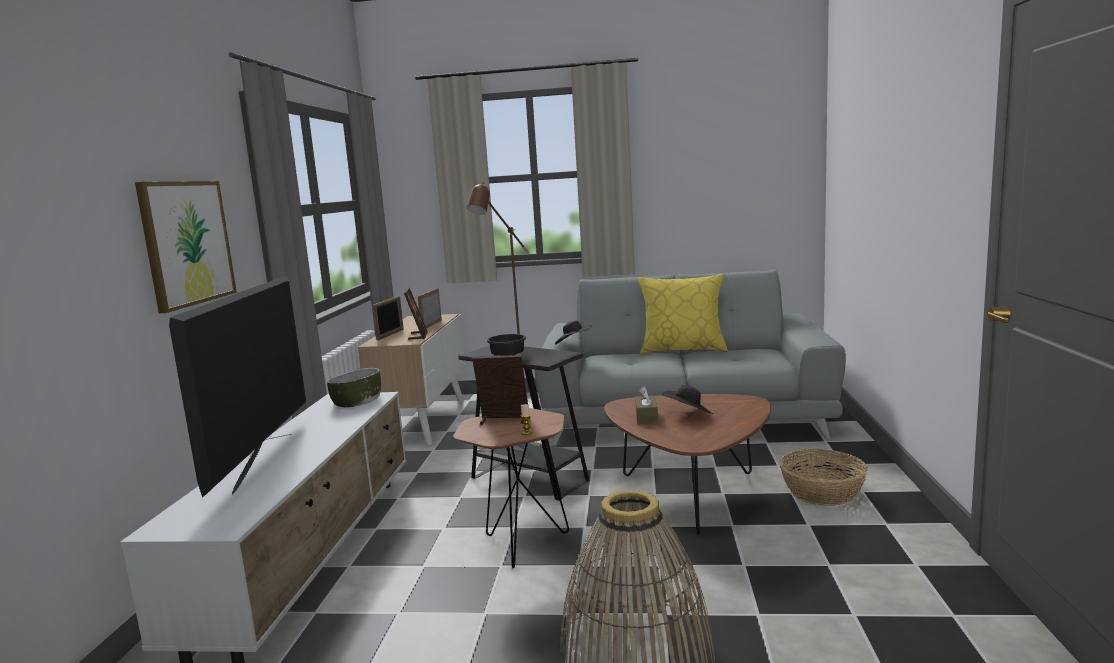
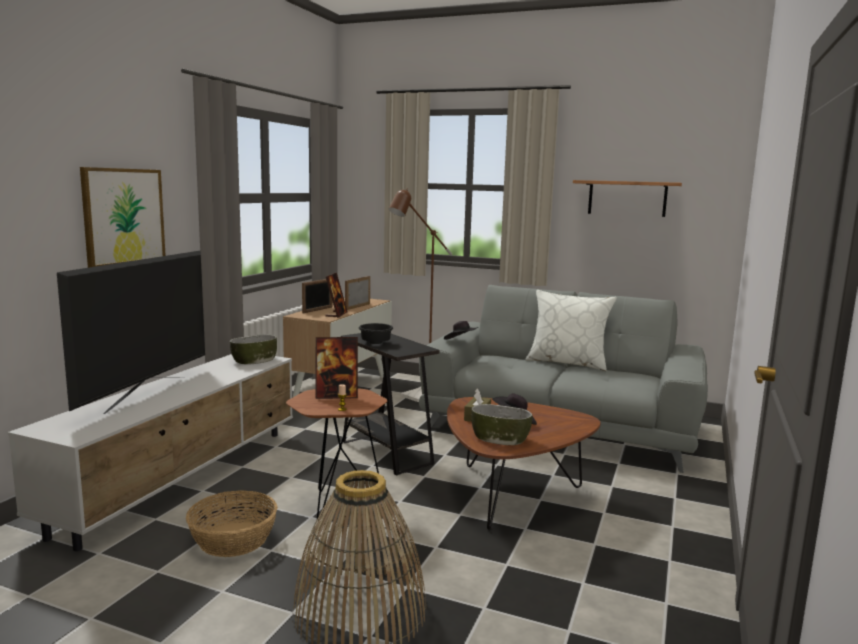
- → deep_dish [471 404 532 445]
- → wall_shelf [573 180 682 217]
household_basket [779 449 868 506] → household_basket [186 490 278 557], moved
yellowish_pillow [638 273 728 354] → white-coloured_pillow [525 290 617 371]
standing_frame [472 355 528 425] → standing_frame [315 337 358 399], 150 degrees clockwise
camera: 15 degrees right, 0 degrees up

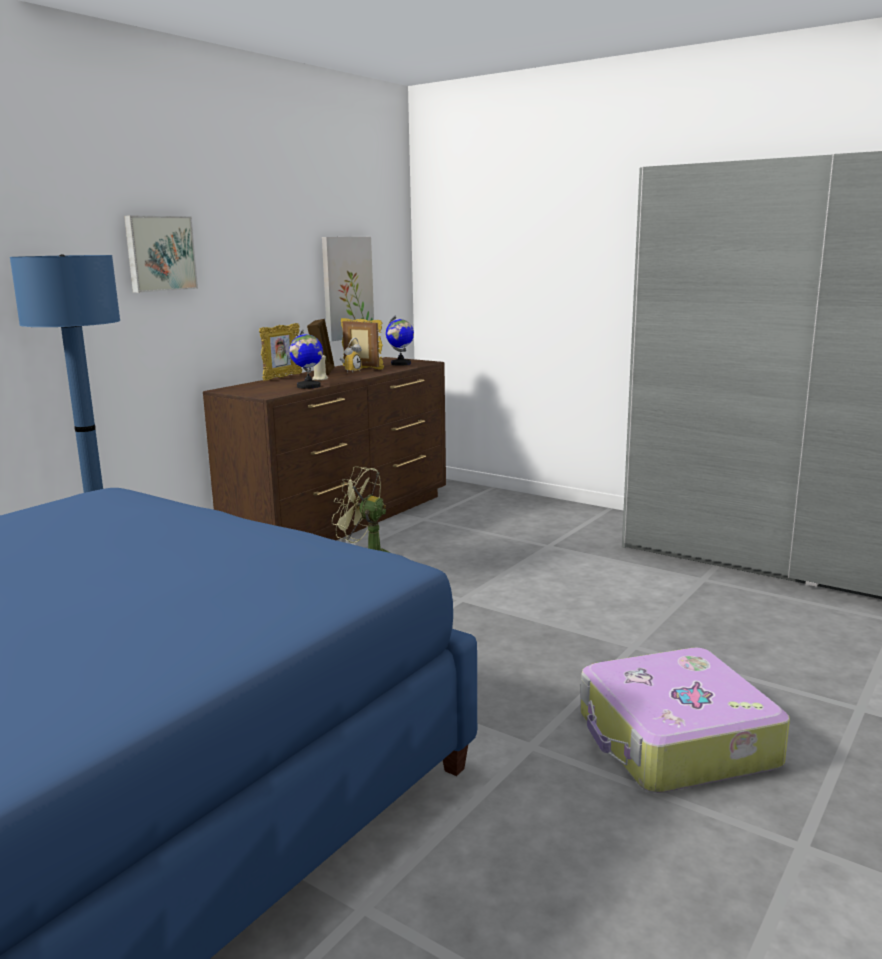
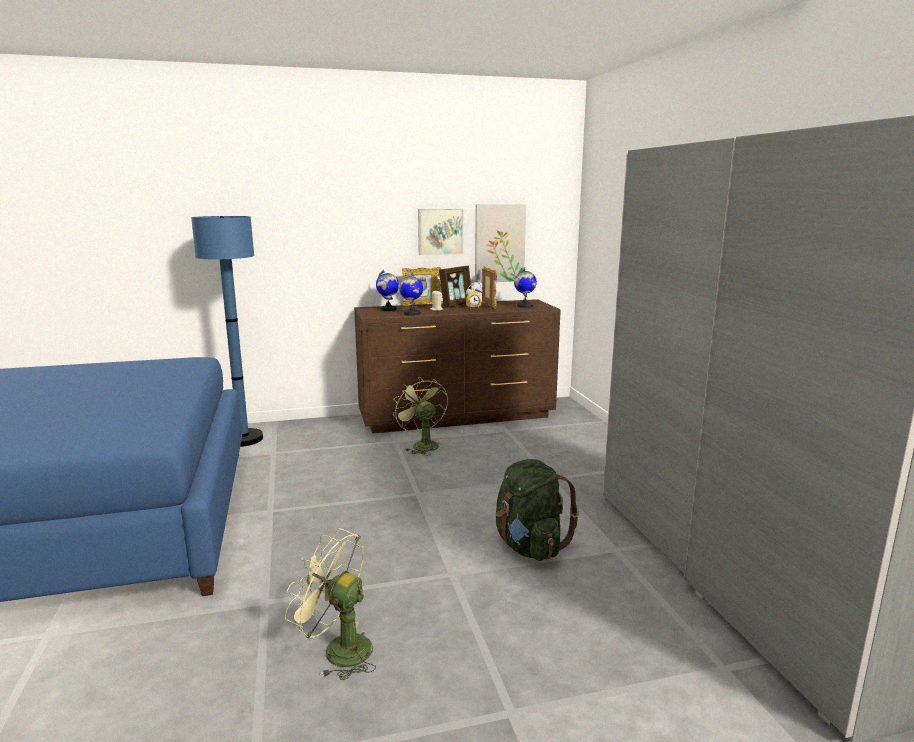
- → world_globe [376 270 399 311]
- → green_rucksack [496 459 579 561]
picture [124 215 198 293] → picture [418 209 463 255], moved
travel_case [580 648 790 793] → green_fan [285 528 376 680]
camera: 40 degrees right, 0 degrees up

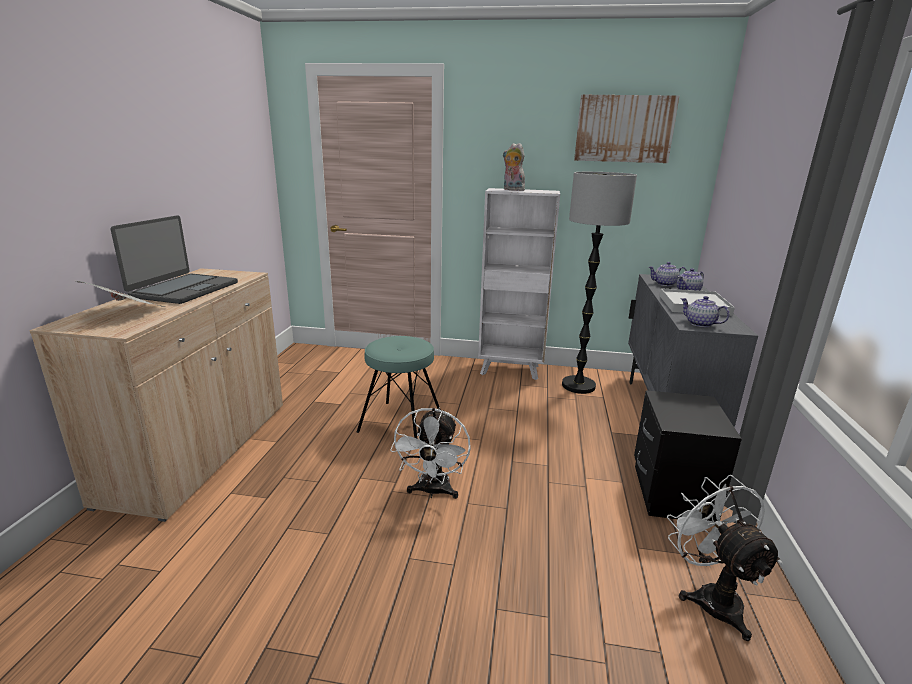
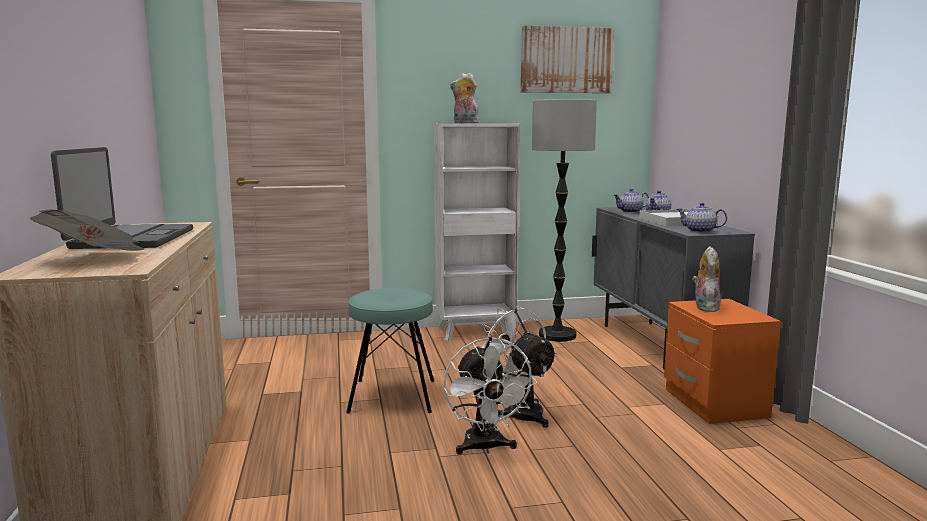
- → plush_toy [692 246 721 312]
white-coloured_fan [667 475 783 641] → white-coloured_fan [476 306 558 428], moved
black-coloured_bedside_table [634 390 742 522] → orangey_bedside_table [664 299 781 424]
camera: 20 degrees left, 10 degrees down

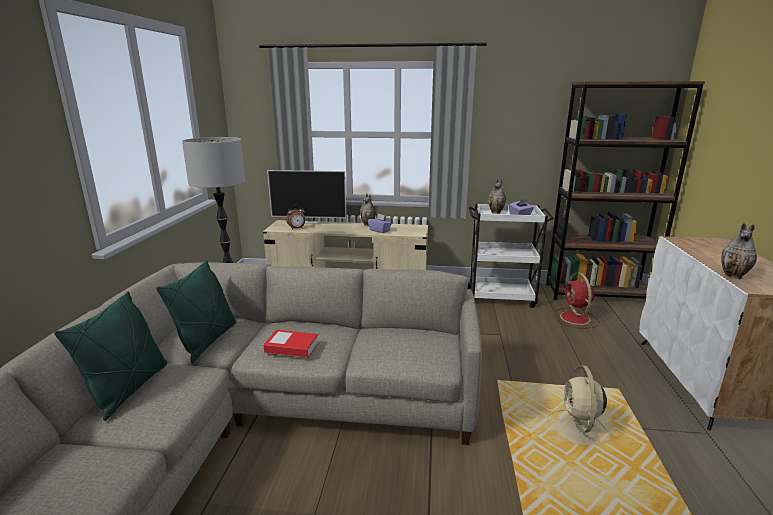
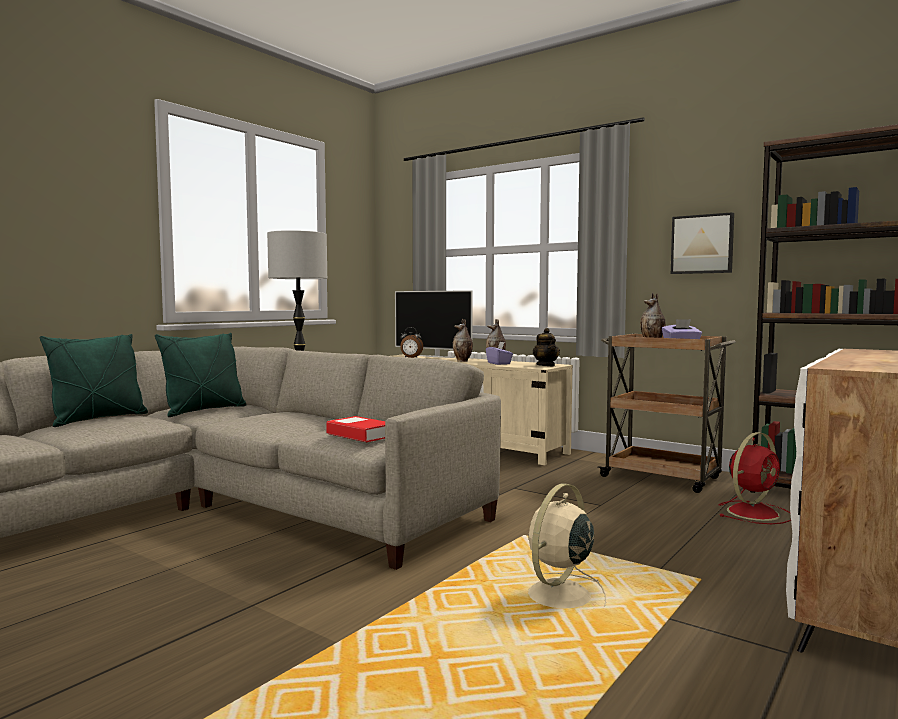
- → teapot [533 328 560 366]
- → picture [671 212 734 274]
volume [263 330 318 358] → volume [326 416 385 442], moved
decorative_vase [721 223 757 279] → decorative_vase [453 319 473 362], moved
white-coloured_wheeled_cart [467 204 554 308] → brown_wheeled_cart [598 334 736 493]
reddish_fan [553 273 600 329] → reddish_fan [718 432 791 524], 150 degrees counterclockwise
camera: 30 degrees right, 15 degrees down

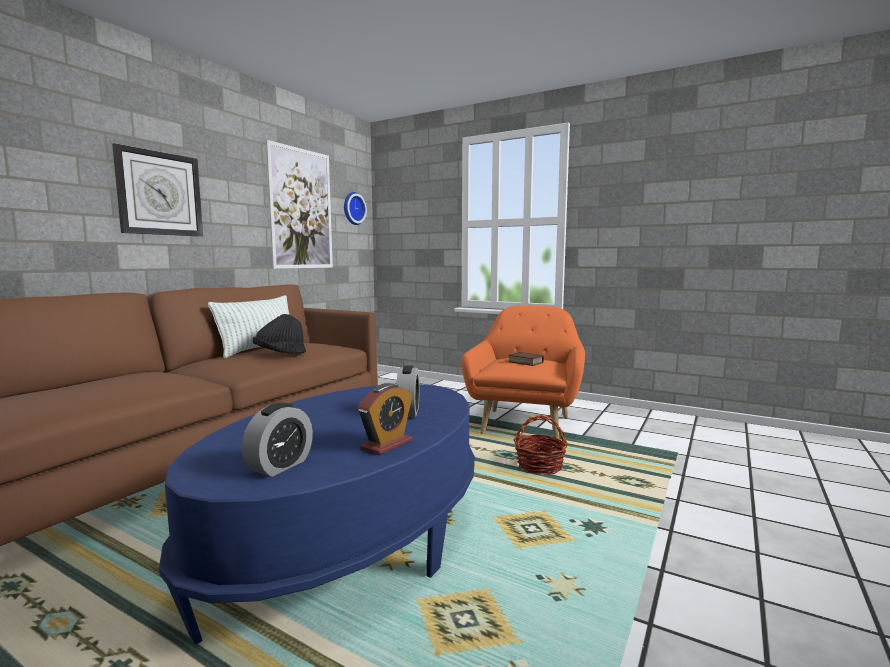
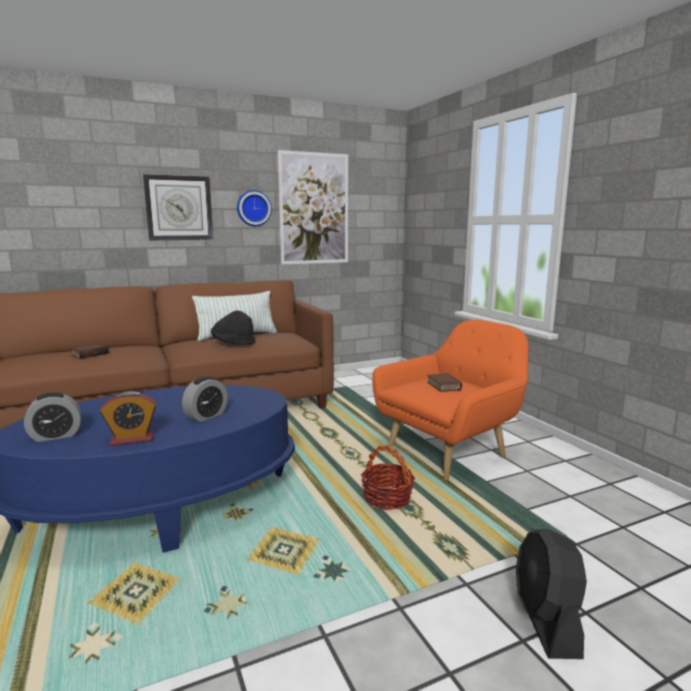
- → volume [70 344 109 359]
- → black-coloured_fan [516 529 587 659]
wall_clock [344 192 367 225] → wall_clock [237 190 272 227], moved
camera: 35 degrees right, 5 degrees up

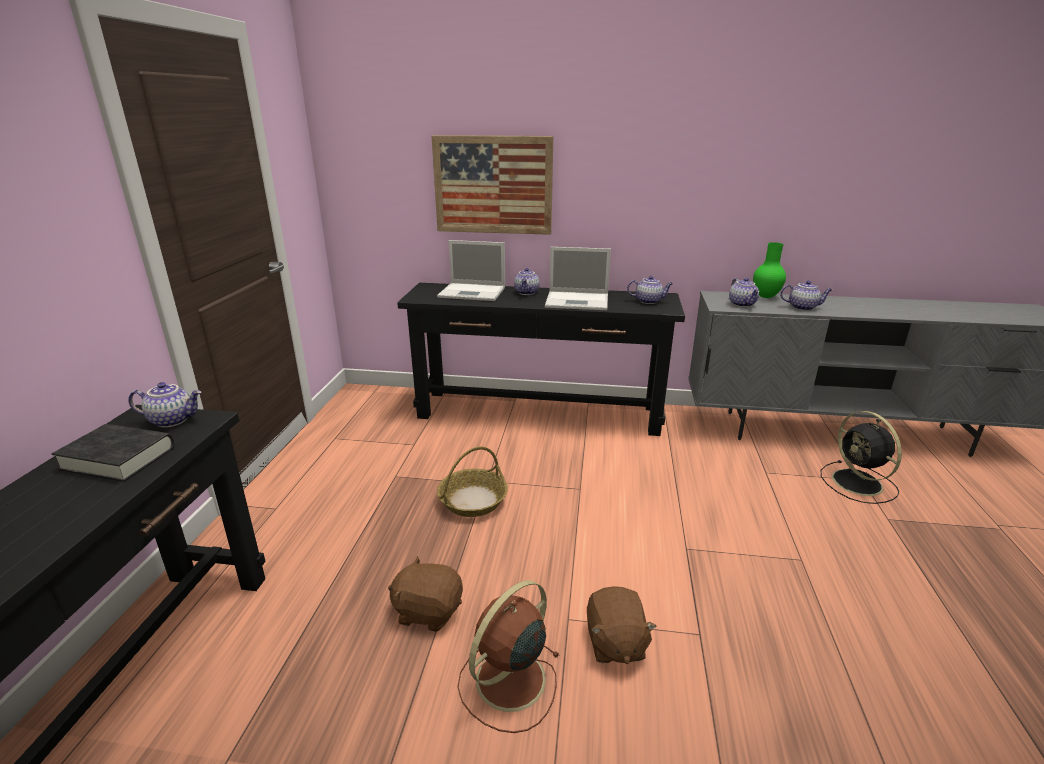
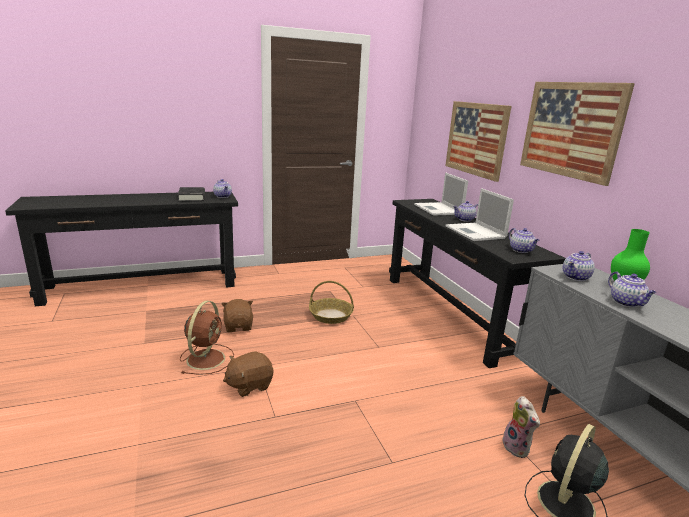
- → plush_toy [499 396 540 458]
- → picture [520 82 635 186]
brown_fan [457 580 560 733] → brown_fan [180 301 234 375], 90 degrees clockwise
camera: 60 degrees right, 5 degrees down

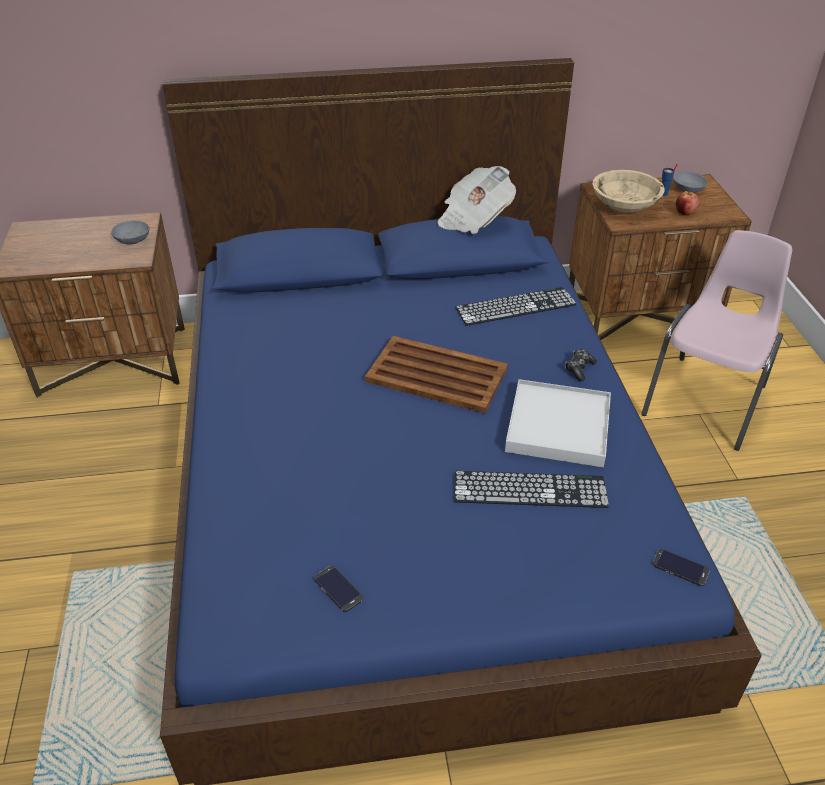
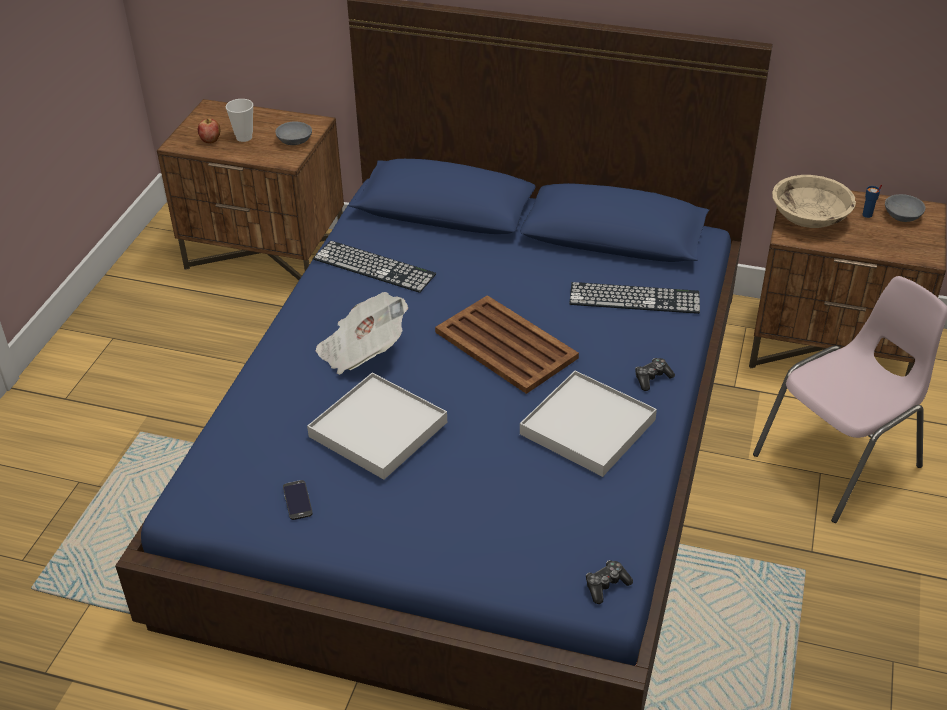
- → drinking_cup [226 99 253 142]
- → white-coloured_carrying_tray [307 373 447 480]
newspaper [437 166 516 234] → newspaper [316 292 408 375], moved
computer_keyboard [454 471 609 508] → computer_keyboard [313 241 436 293], moved
apple_fruit [676 191 699 215] → apple_fruit [198 119 221 143], moved
phone [653 549 710 586] → game_controller [586 560 633 604]
camera: 25 degrees right, 0 degrees up

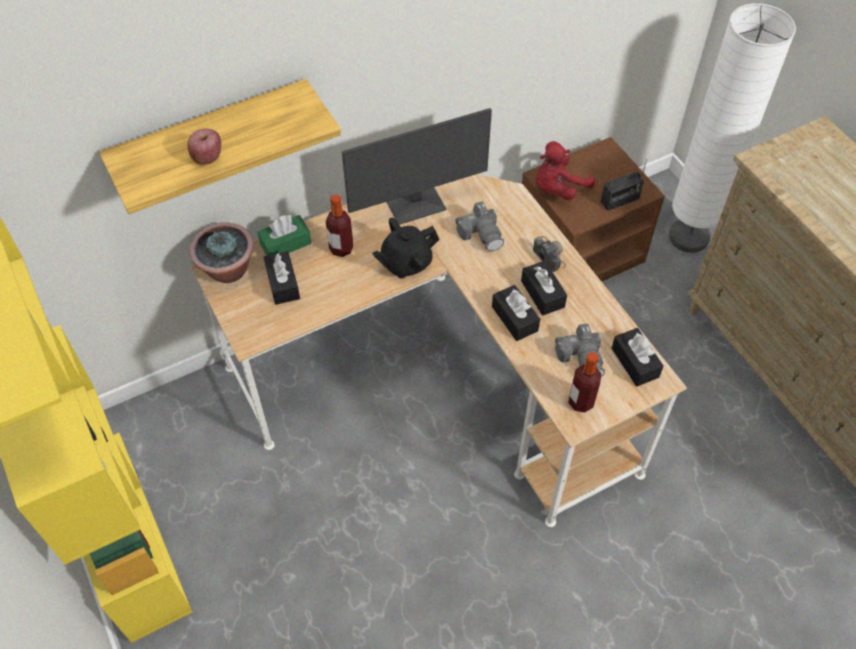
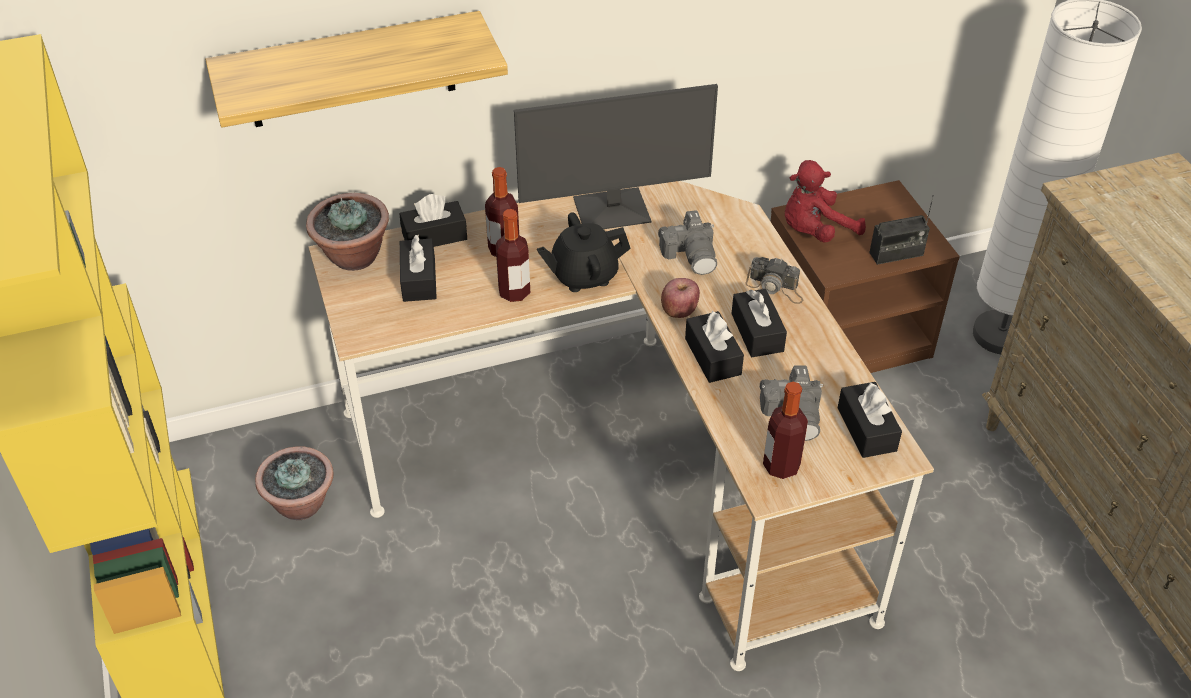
- → plant_in_a_pot [255 446 334 520]
- → beverage_bottle [496 209 530 302]
apple_fruit [187 129 221 165] → apple_fruit [661 278 700 318], moved
green_tissue_box [257 215 311 256] → black-coloured_tissue_box [399 194 467 247]
photo_camera [533 236 566 272] → photo_camera [746 257 803 304], 135 degrees clockwise
camera: 10 degrees right, 10 degrees down

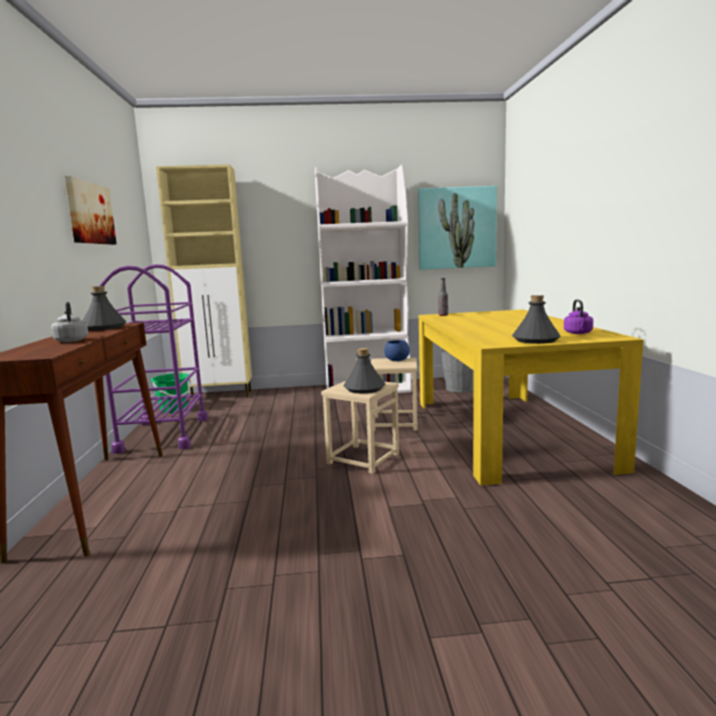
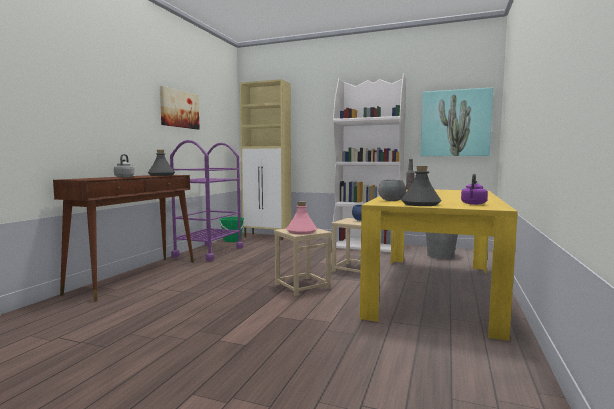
- → gray_deep_dish [378 180 406 201]
gray_beverage_bottle [344 348 385 394] → pink-coloured_beverage_bottle [286 201 317 234]
camera: 25 degrees right, 5 degrees down

